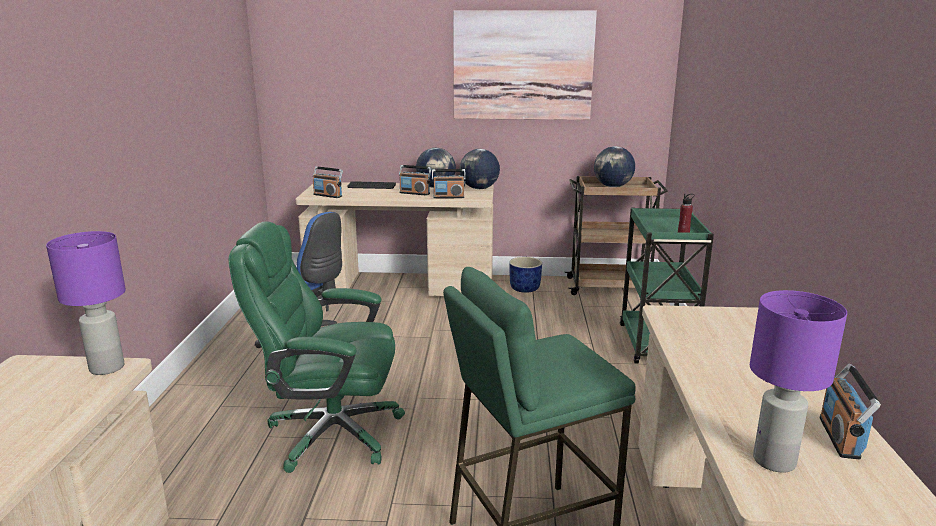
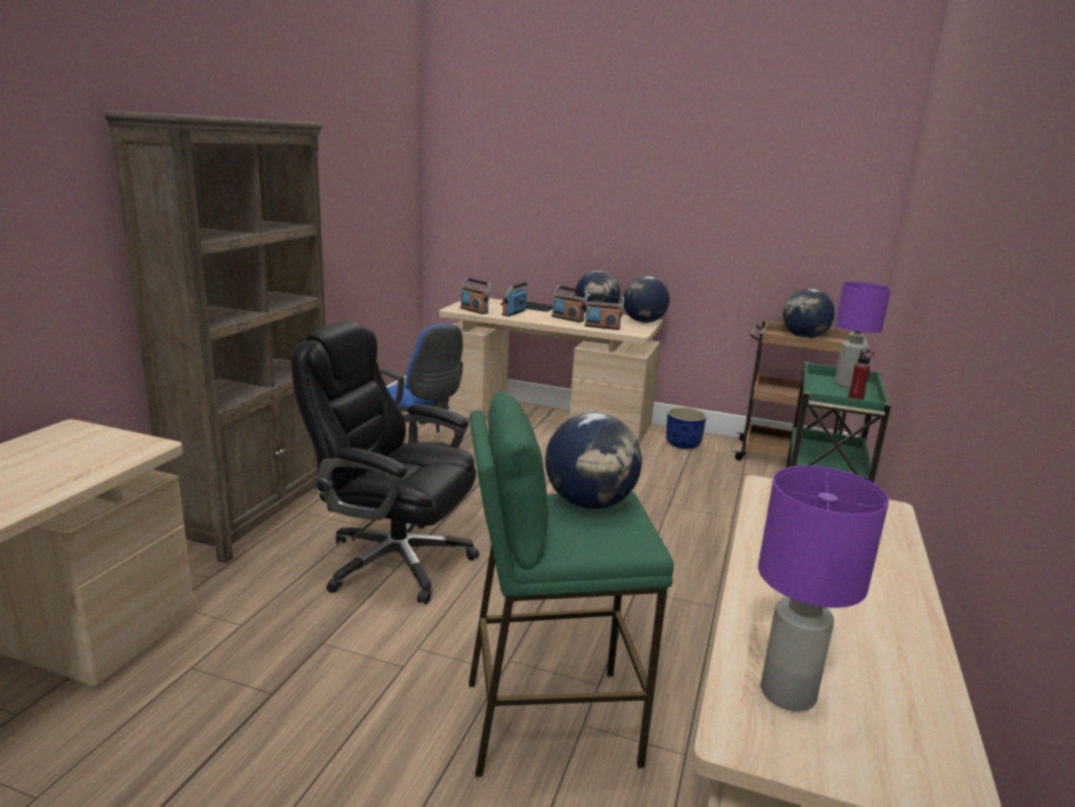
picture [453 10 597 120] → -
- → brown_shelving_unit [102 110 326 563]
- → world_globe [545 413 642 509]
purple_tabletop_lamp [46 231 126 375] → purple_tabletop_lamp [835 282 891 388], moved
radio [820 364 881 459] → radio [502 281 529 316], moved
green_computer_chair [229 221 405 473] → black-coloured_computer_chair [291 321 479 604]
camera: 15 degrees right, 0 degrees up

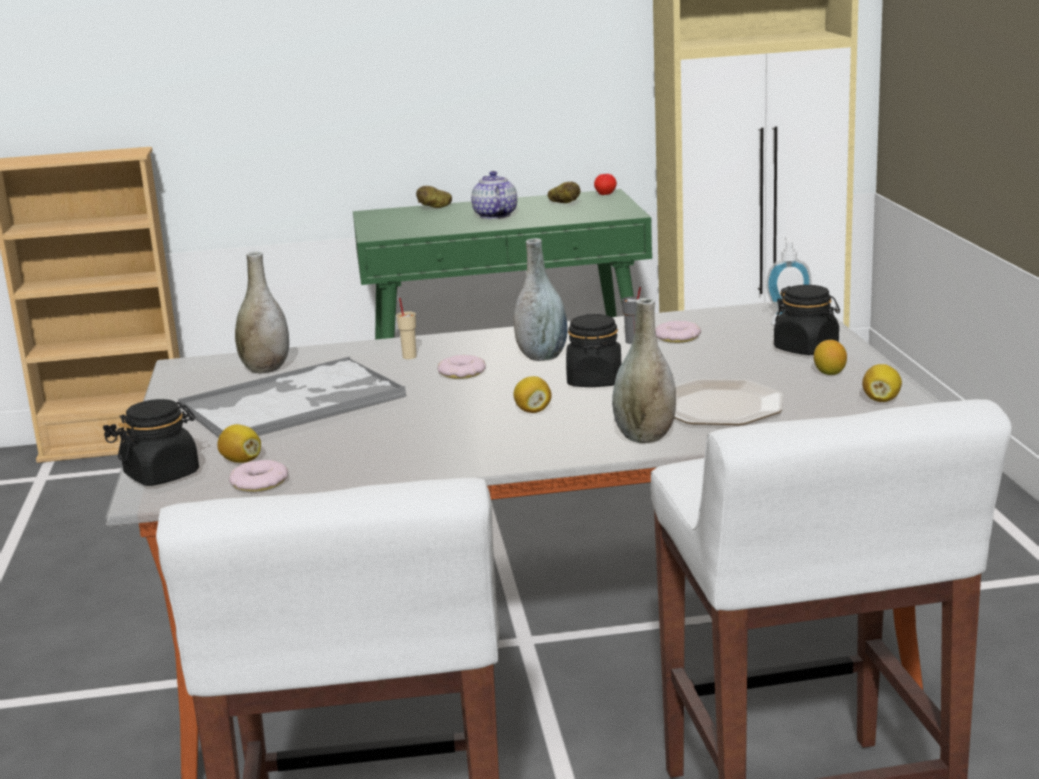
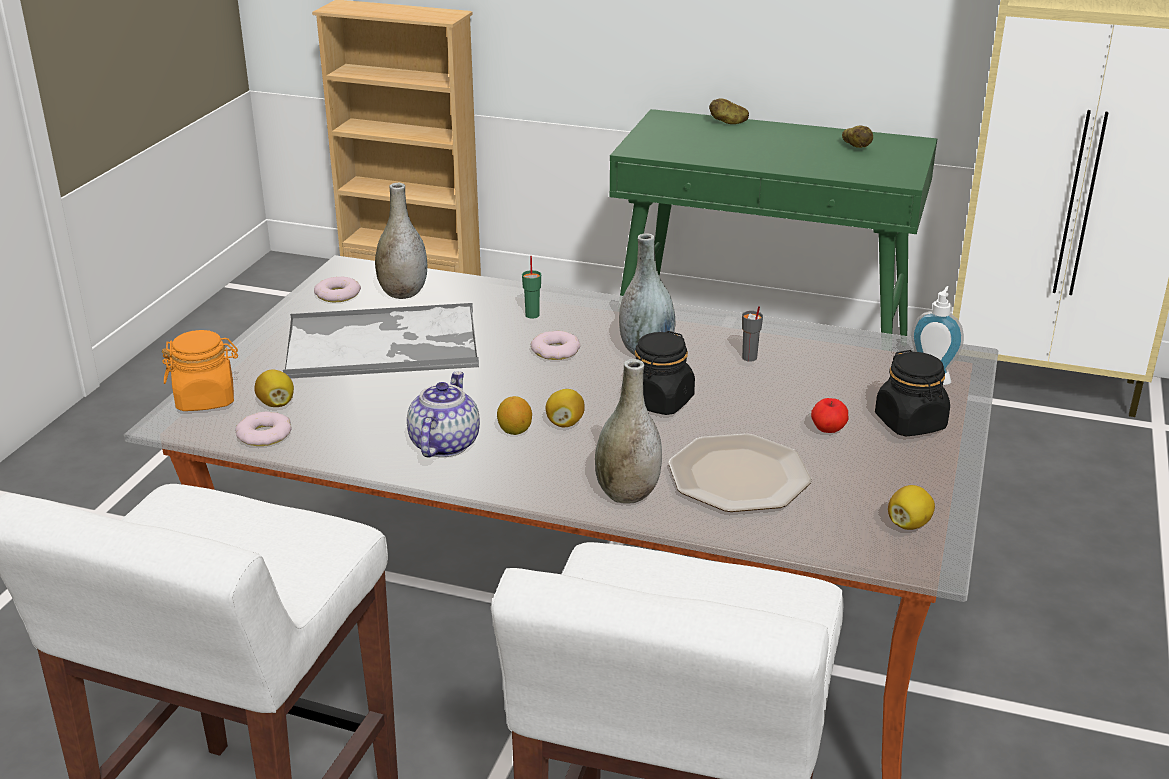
teapot [471 171 517 219] → teapot [407 371 480 457], moved
apple_fruit [594 174 617 195] → apple_fruit [811 398 849 433], moved
doughnut [655 321 701 343] → doughnut [314 277 361 302], moved
lemon [814 340 847 375] → lemon [497 396 532 435], moved
black-coloured_preserve_jar [117 399 199 486] → orangey_preserve_jar [162 330 238 411]
sand-coloured_drinking_cup [396 298 417 359] → green_drinking_cup [522 256 541 319]
camera: 25 degrees right, 10 degrees up

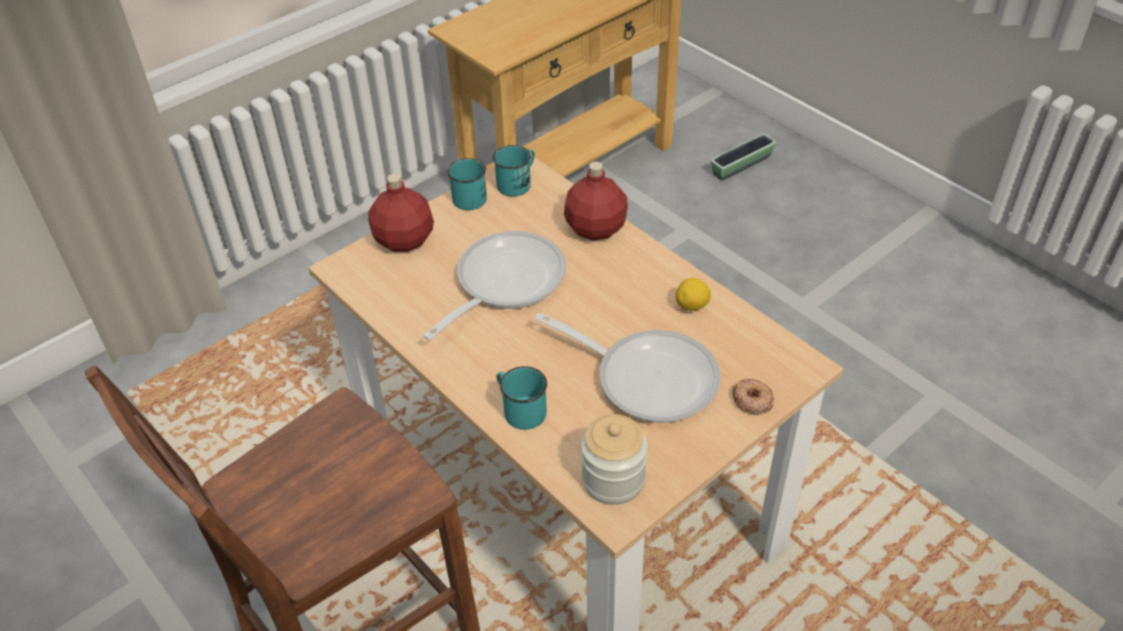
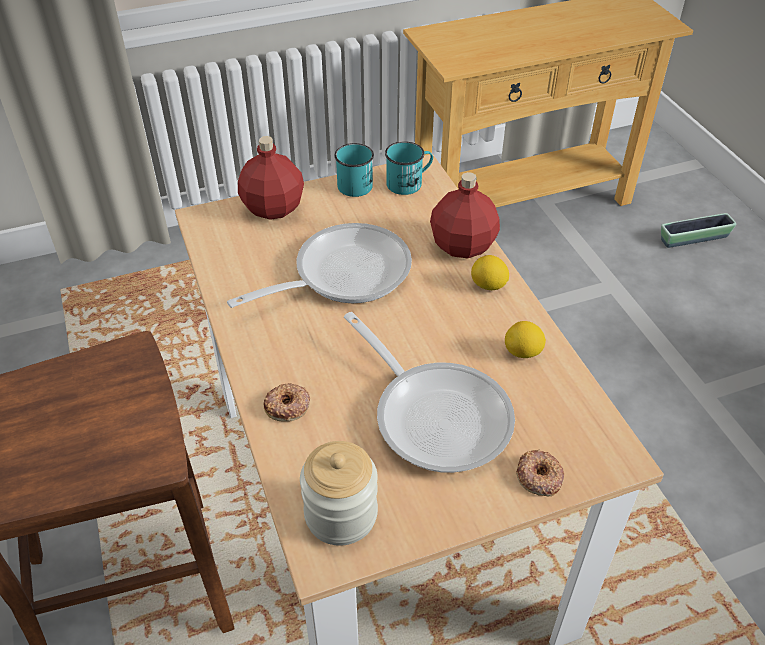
- → lemon [471 255 509 290]
turquoise-coloured_coffee_mug [496 366 547 430] → doughnut [264 383 310 422]
camera: 20 degrees right, 0 degrees up

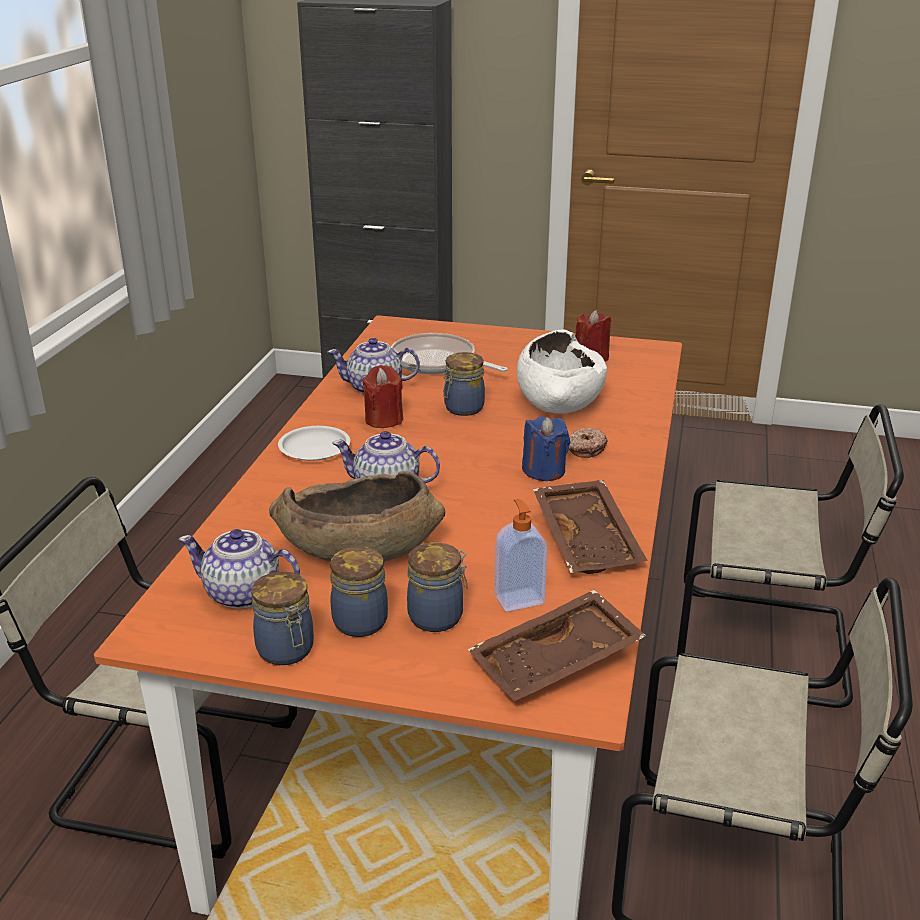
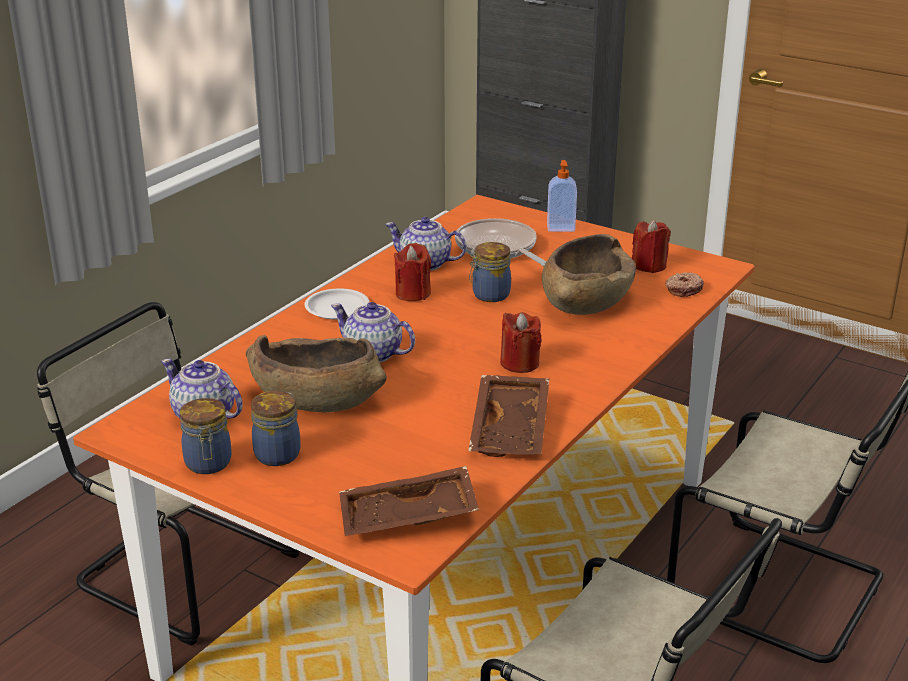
preserve_jar [407 542 468 632] → -
soap_dispenser [494 499 548 612] → soap_dispenser [547 160 577 232], moved
doughnut [569 428 607 458] → doughnut [665 272 704 297], moved
white-coloured_deep_dish [517 329 607 414] → brown_deep_dish [542 234 636 315]
blue_candle [522 416 570 481] → reddish_candle [500 312 542 373]
camera: 20 degrees right, 0 degrees up

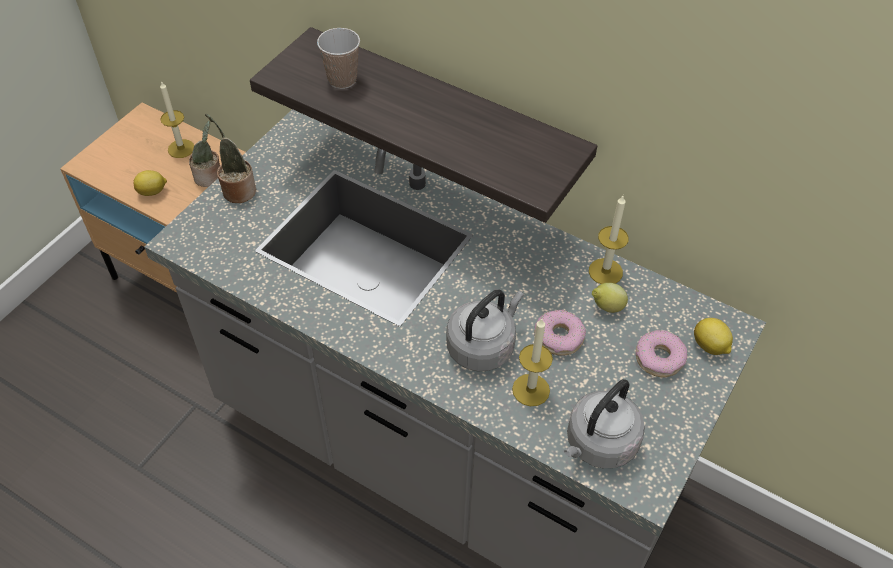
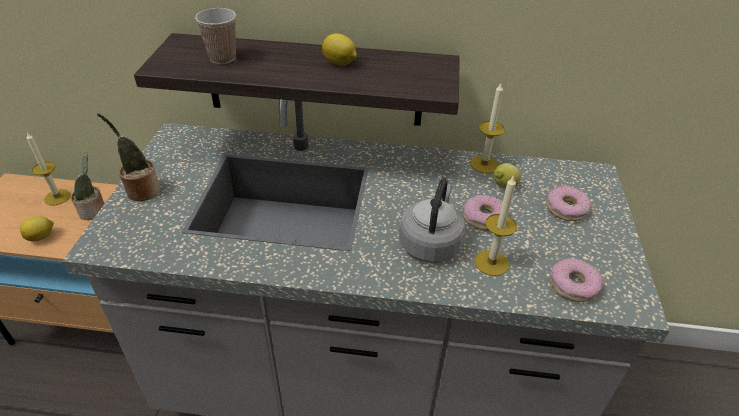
lemon [694 318 733 355] → lemon [322 33 357 65], moved
gray_kettle [564 379 645 468] → doughnut [550 258 603 302]
camera: 25 degrees left, 10 degrees down

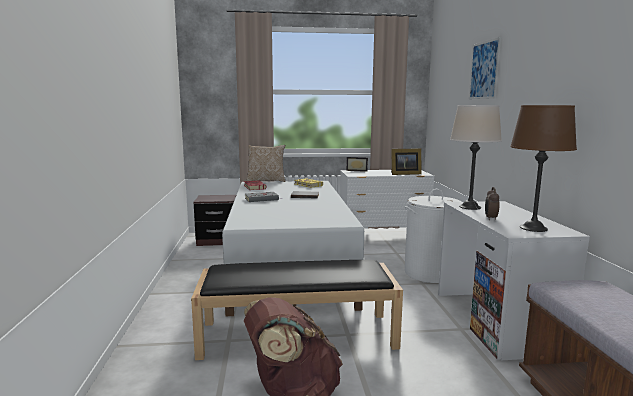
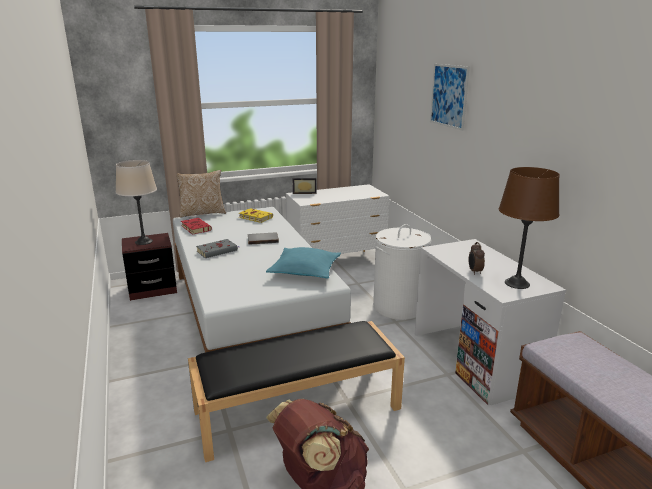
standing_frame [391 148 422 175] → -
- → turquoise-coloured_pillow [266 247 341 279]
sand-coloured_tabletop_lamp [450 105 502 210] → sand-coloured_tabletop_lamp [116 160 157 245], moved
camera: 15 degrees left, 10 degrees up

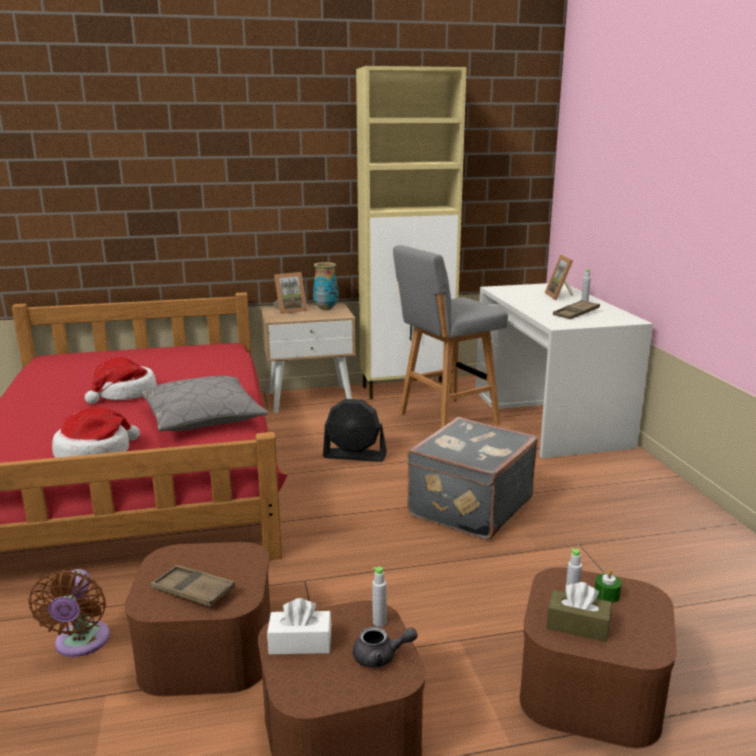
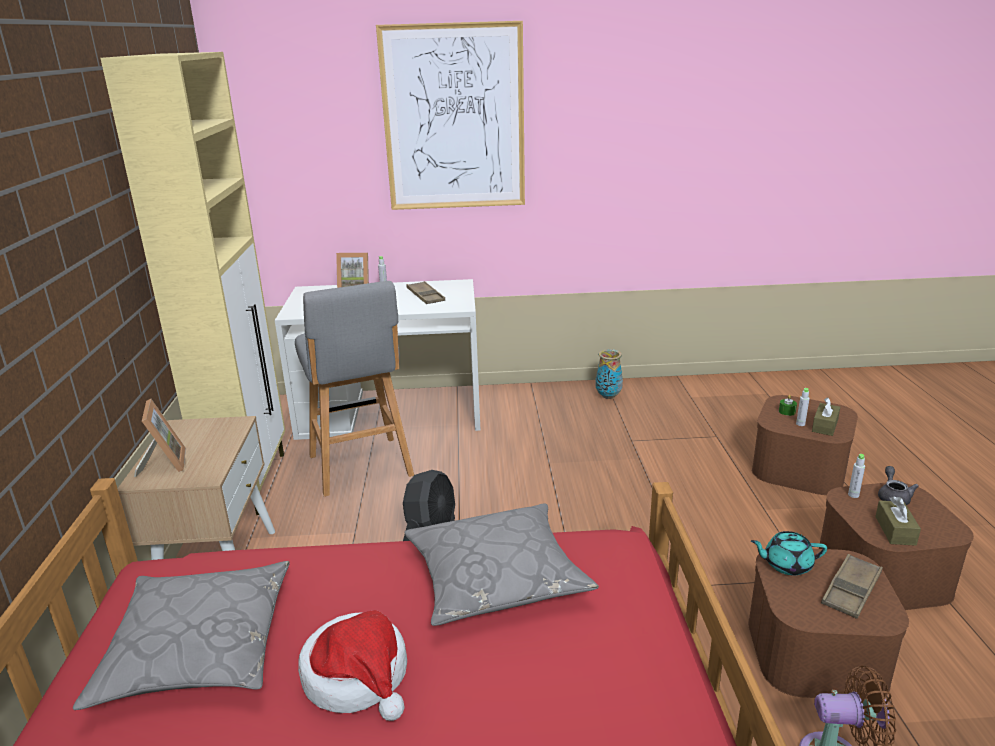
wearable_hat [52 407 140 458] → -
gray_travel_case [407 417 538 540] → -
- → gray_pillow [73 561 289 710]
- → picture [376 21 525 210]
- → turquoise-coloured_teapot [751 531 827 575]
decorative_vase [313 262 339 310] → decorative_vase [596 349 623 399], moved
white-coloured_tissue_box [267 598 331 654] → brown_tissue_box [875 496 921 546]
camera: 80 degrees left, 5 degrees up

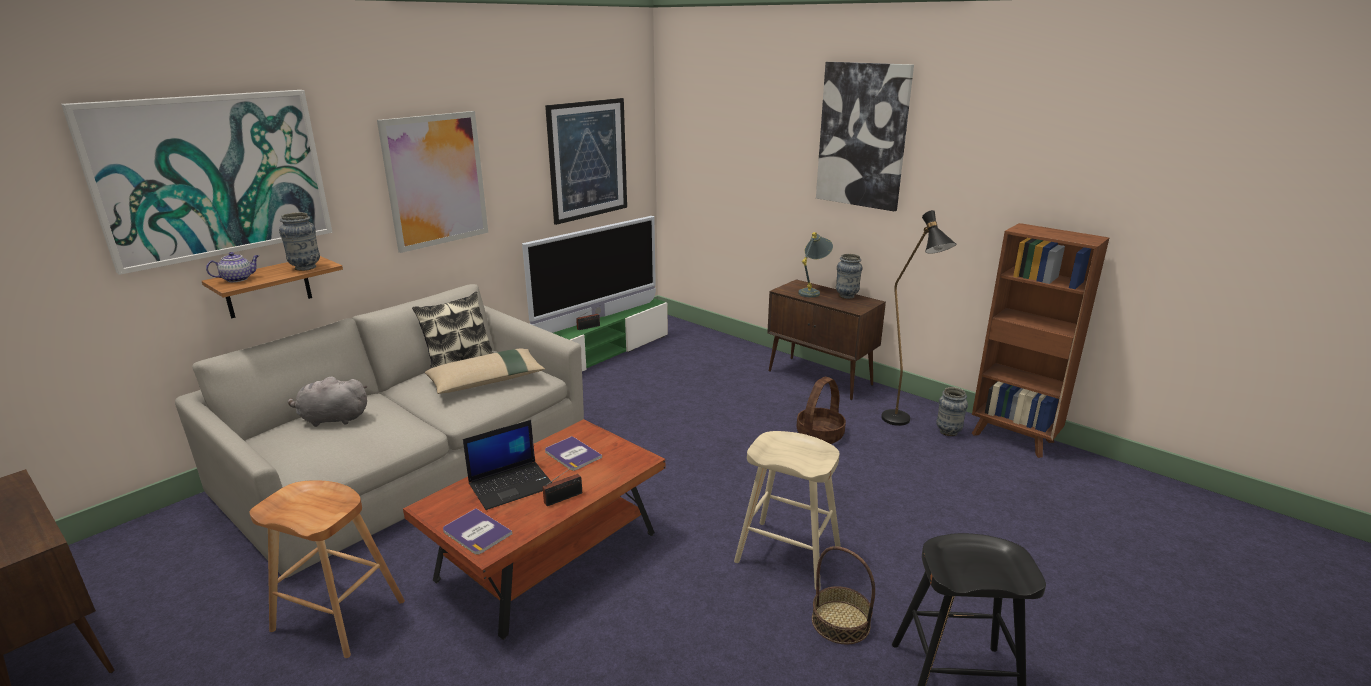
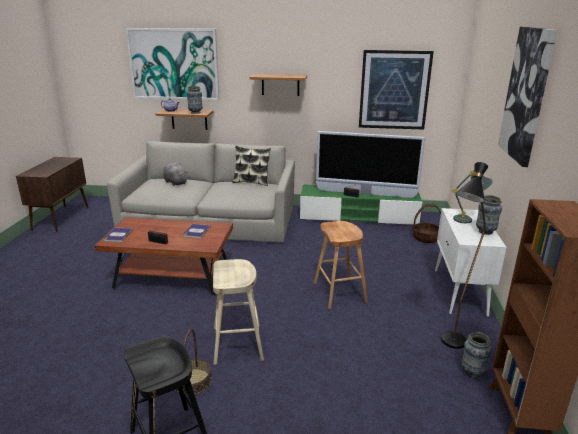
sand-coloured_pillow [425 349 545 394] → -
notebook_computer [463 420 552 510] → -
brown_sitting_stool [250 480 405 658] → brown_sitting_stool [314 221 368 309], moved
household_basket [797 377 846 444] → household_basket [413 204 441 243], moved
picture [377 111 488 253] → wall_shelf [250 74 307 96]
brown_cabinet [767 279 886 400] → white-coloured_cabinet [435 208 506 317]
camera: 55 degrees right, 0 degrees up

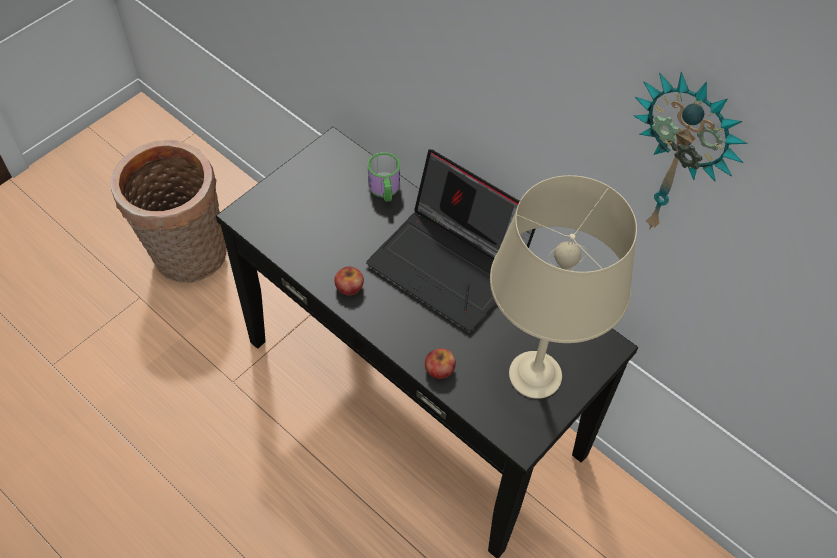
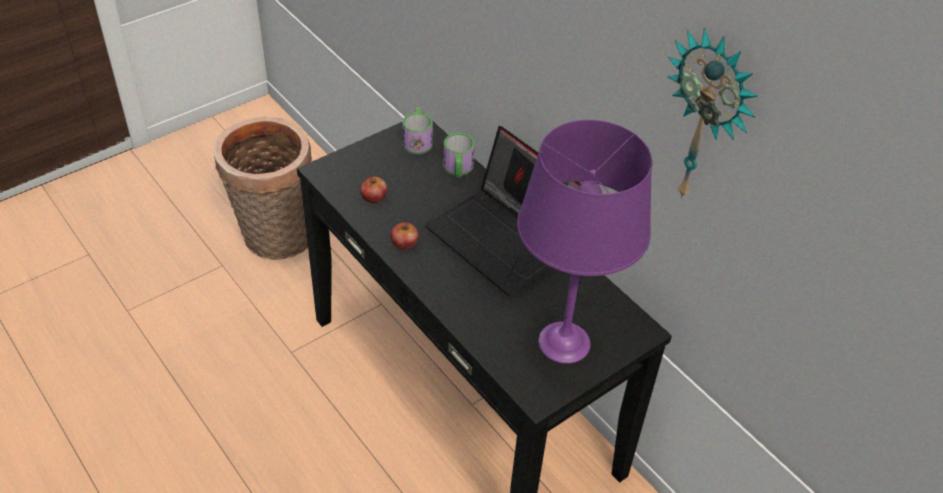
- → coffee_mug [402 109 433 154]
apple_fruit [425 348 456 379] → apple_fruit [360 177 387 203], moved
sand-coloured_tabletop_lamp [490 175 637 399] → purple_tabletop_lamp [517 120 652 364]
camera: 10 degrees right, 10 degrees down

